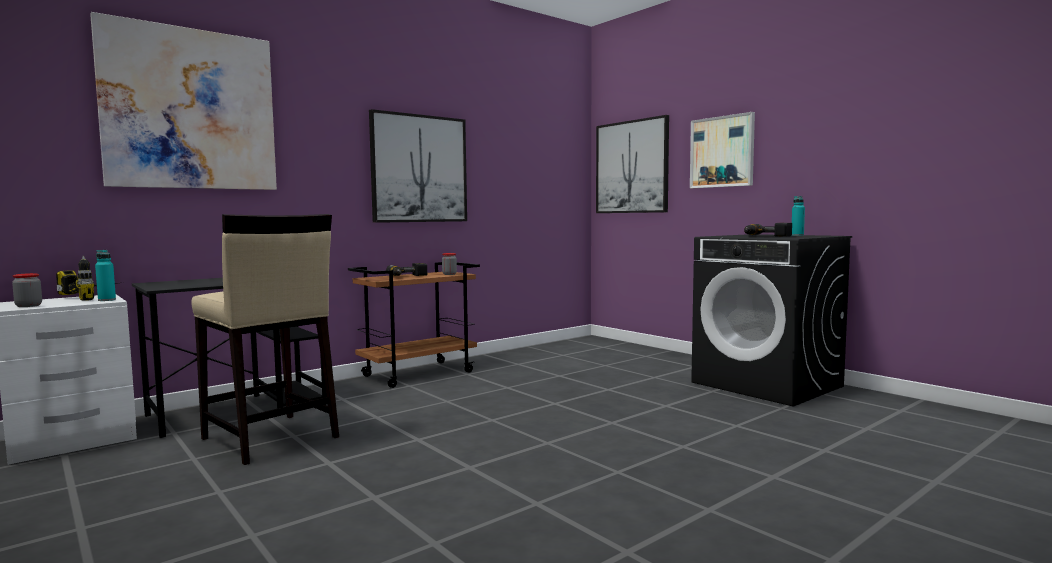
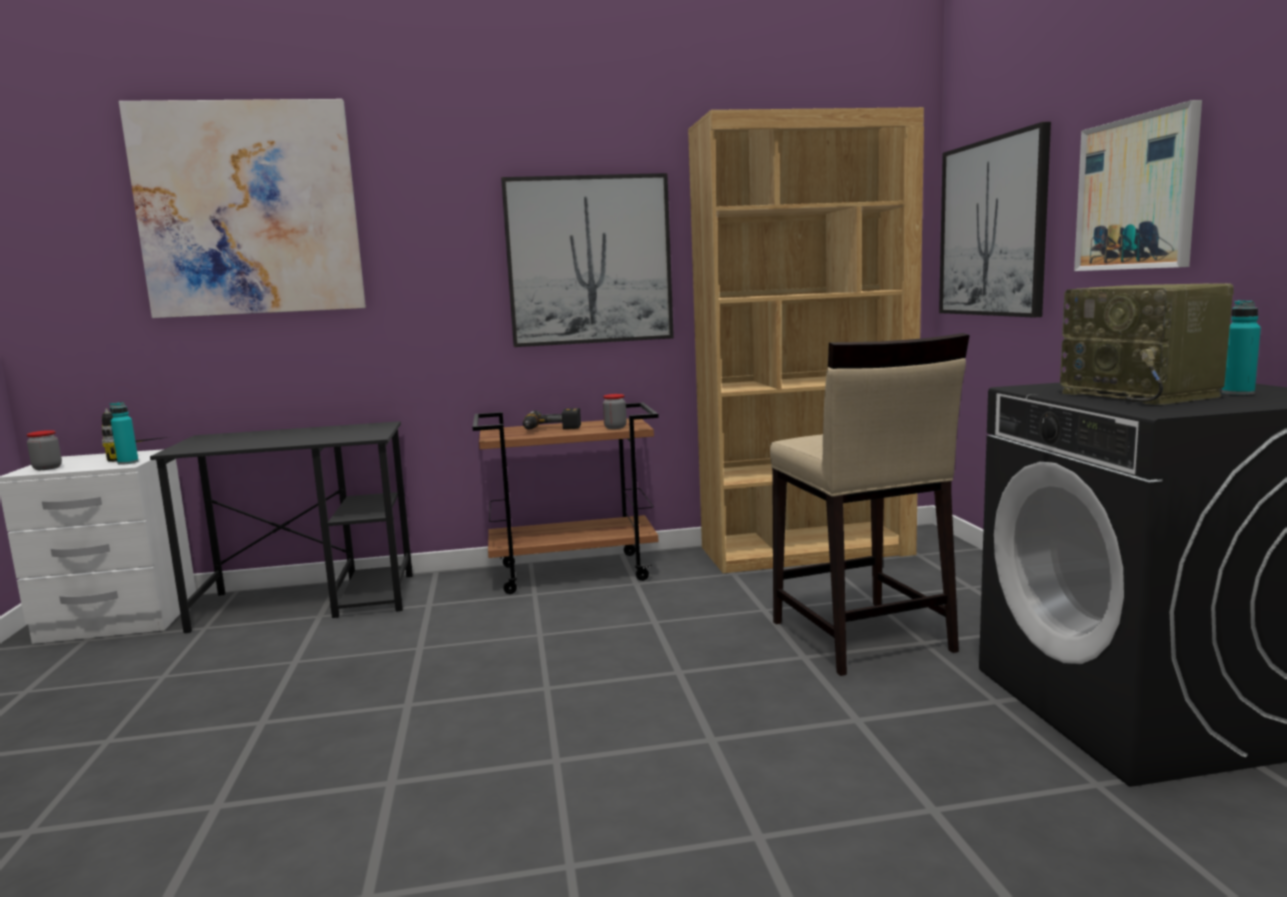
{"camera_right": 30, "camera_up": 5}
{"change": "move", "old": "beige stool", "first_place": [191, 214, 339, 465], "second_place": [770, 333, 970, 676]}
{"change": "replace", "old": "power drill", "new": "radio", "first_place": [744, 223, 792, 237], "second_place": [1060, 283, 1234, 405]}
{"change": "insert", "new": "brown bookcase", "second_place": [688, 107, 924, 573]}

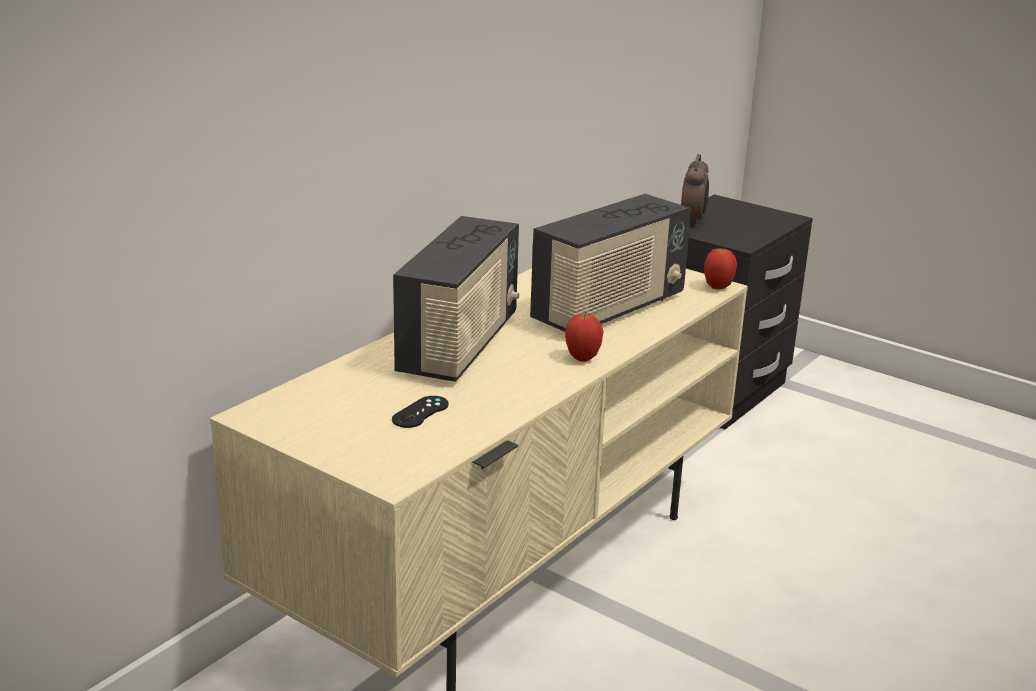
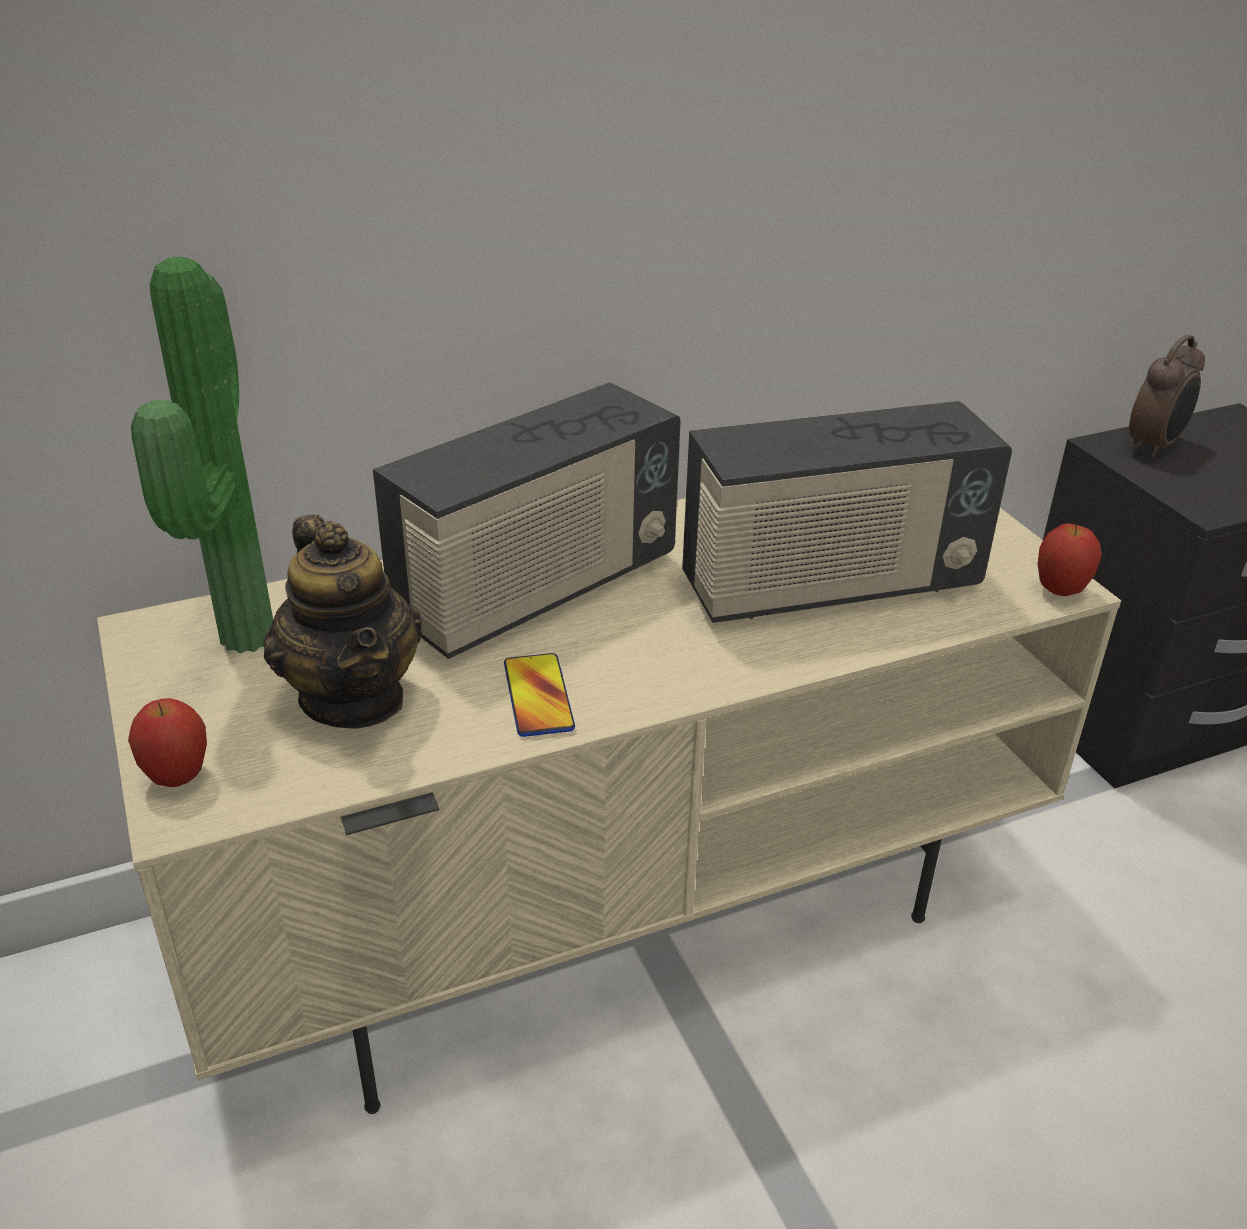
{"camera_right": 30, "camera_up": 10}
{"change": "replace", "old": "black game controller", "new": "teapot", "first_place": [392, 396, 449, 428], "second_place": [264, 514, 422, 729]}
{"change": "move", "old": "apple", "first_place": [565, 312, 604, 362], "second_place": [128, 698, 207, 787]}
{"change": "insert", "new": "potted plant", "second_place": [131, 256, 273, 653]}
{"change": "insert", "new": "phone", "second_place": [504, 653, 575, 737]}

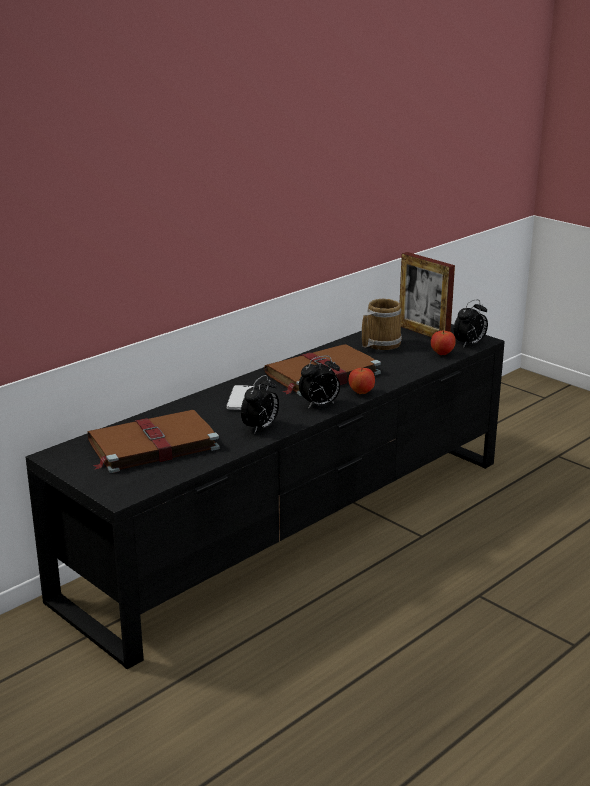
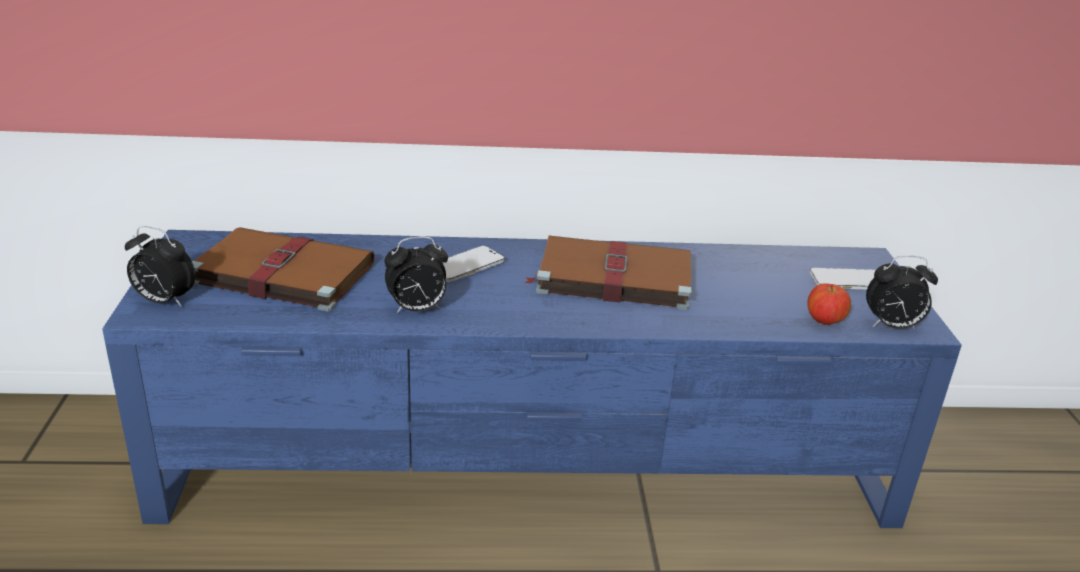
{"camera_right": 40, "camera_up": 5}
{"change": "recolor", "old": "black tv stand", "new": "blue tv stand", "first_place": [26, 324, 505, 669], "second_place": [102, 230, 962, 528]}
{"change": "move", "old": "alarm clock", "first_place": [299, 356, 340, 409], "second_place": [125, 226, 196, 307]}
{"change": "delete", "old": "apple", "first_place": [349, 368, 375, 394]}
{"change": "delete", "old": "mug", "first_place": [362, 299, 402, 350]}
{"change": "replace", "old": "picture frame", "new": "phone", "first_place": [400, 252, 455, 337], "second_place": [810, 268, 876, 289]}

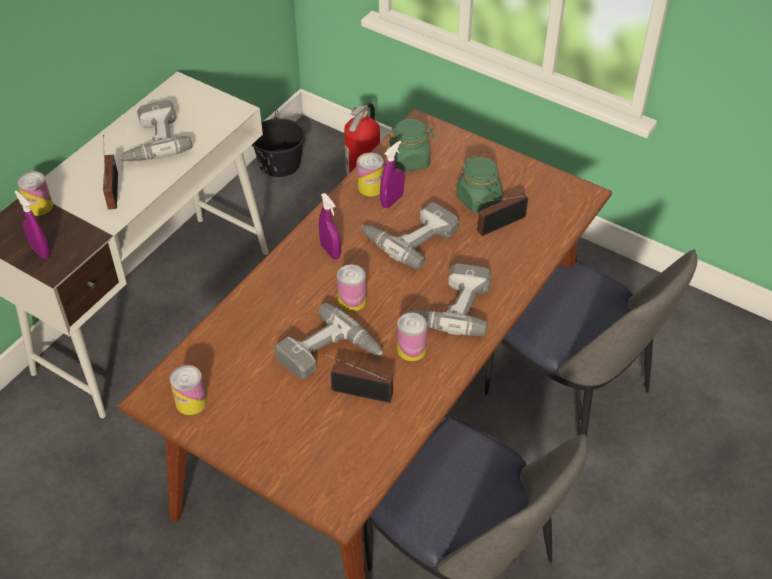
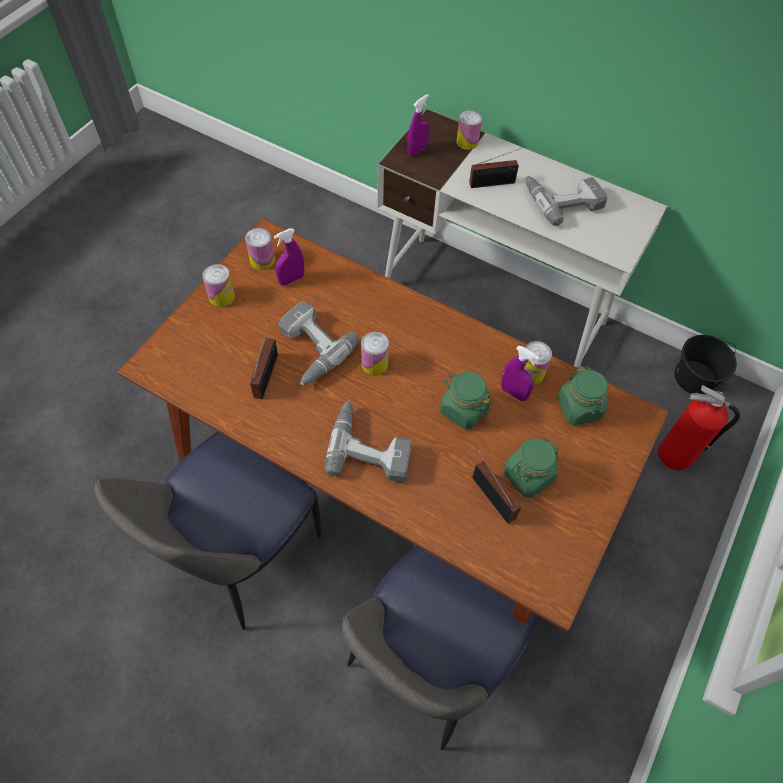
{"camera_right": 85, "camera_up": 10}
{"change": "move", "old": "purple spray bottle", "first_place": [319, 193, 341, 259], "second_place": [274, 229, 304, 285]}
{"change": "replace", "old": "power drill", "new": "green jar", "first_place": [361, 202, 459, 269], "second_place": [440, 372, 491, 430]}
{"change": "move", "old": "can", "first_place": [397, 313, 428, 361], "second_place": [202, 264, 235, 307]}

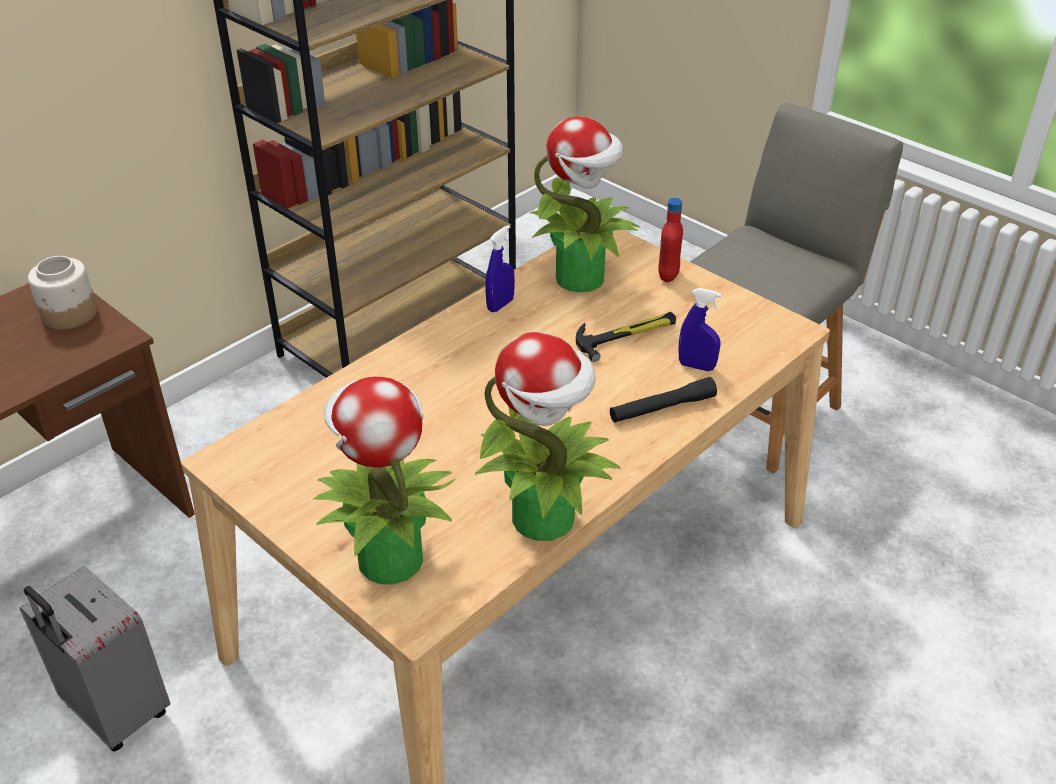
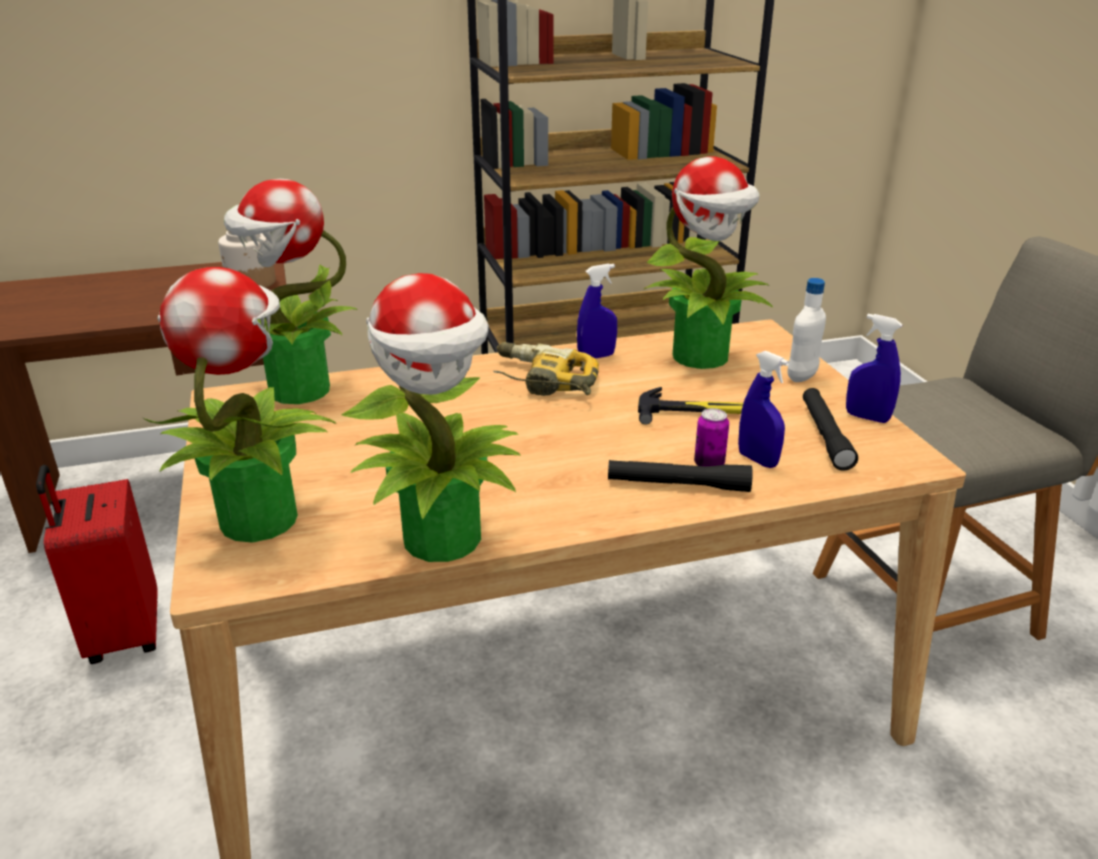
{"camera_right": 30, "camera_up": -10}
{"change": "recolor", "old": "grey suitcase", "new": "red suitcase", "first_place": [20, 566, 170, 752], "second_place": [36, 465, 158, 664]}
{"change": "recolor", "old": "red bottle", "new": "white bottle", "first_place": [659, 198, 683, 282], "second_place": [787, 278, 826, 382]}
{"change": "insert", "new": "potted plant", "second_place": [224, 179, 358, 404]}
{"change": "insert", "new": "power drill", "second_place": [493, 342, 599, 396]}
{"change": "insert", "new": "can", "second_place": [694, 408, 729, 466]}
{"change": "insert", "new": "black flashlight", "second_place": [803, 388, 858, 471]}
{"change": "insert", "new": "blue spray bottle", "second_place": [846, 314, 902, 423]}

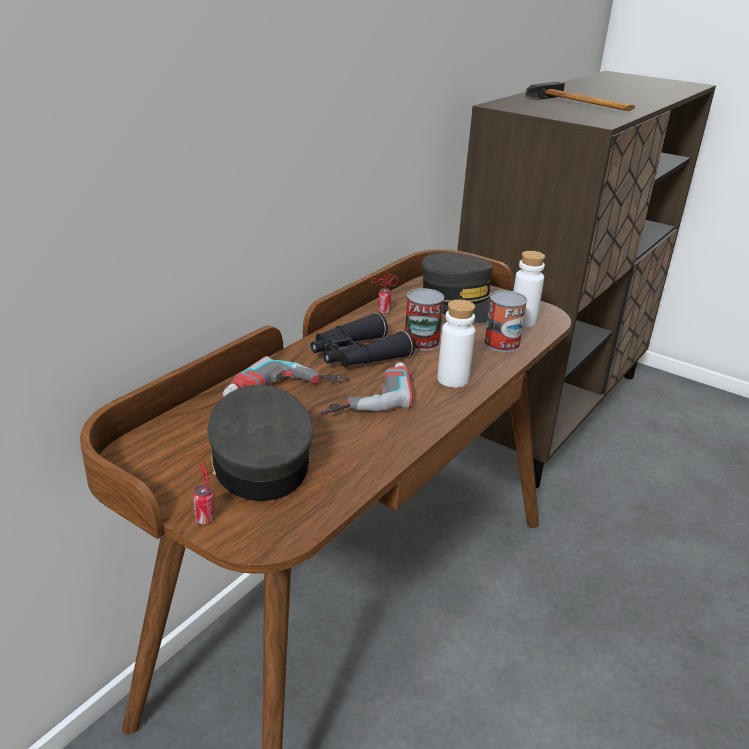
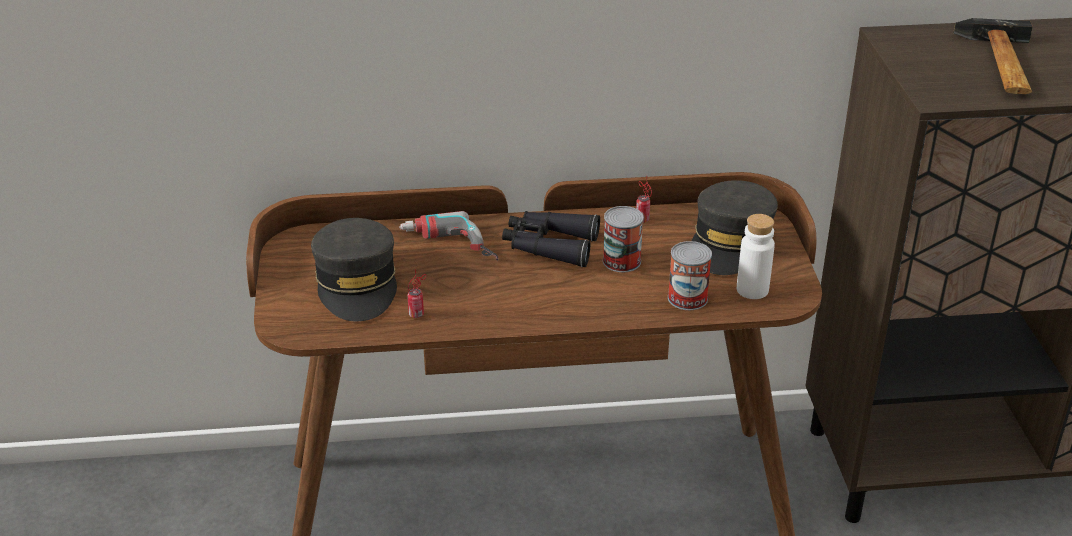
{"camera_right": 50, "camera_up": 5}
{"change": "move", "old": "can", "first_place": [193, 459, 215, 524], "second_place": [407, 269, 426, 318]}
{"change": "rotate", "old": "grey cap", "first_place": [208, 385, 313, 501], "second_place": [311, 218, 397, 321], "degrees": 135}
{"change": "delete", "old": "power drill", "first_place": [320, 362, 413, 414]}
{"change": "delete", "old": "white bottle", "first_place": [437, 299, 475, 388]}

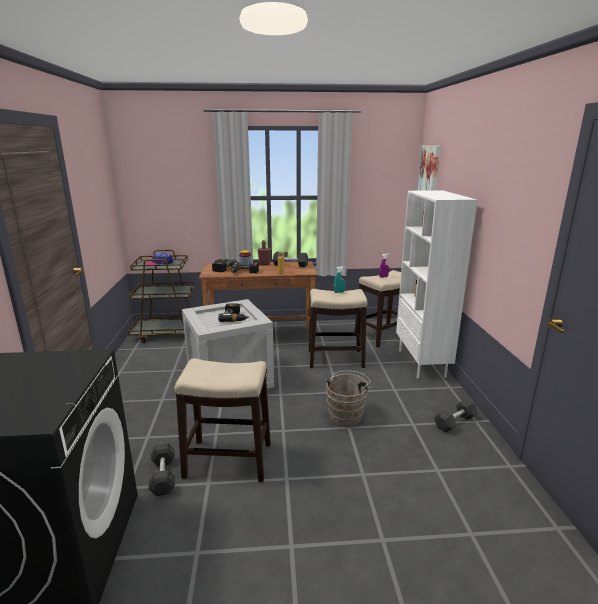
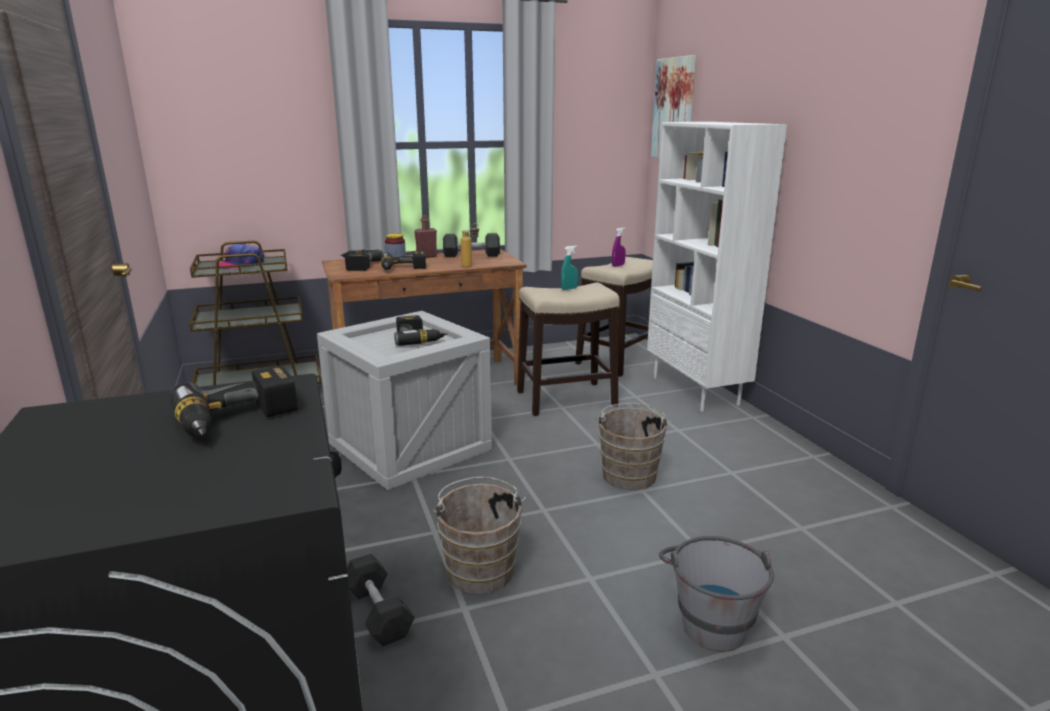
{"camera_right": -15, "camera_up": 0}
{"change": "replace", "old": "stool", "new": "brown bucket", "first_place": [174, 358, 271, 482], "second_place": [432, 477, 526, 594]}
{"change": "delete", "old": "grey dumbbell", "first_place": [434, 398, 478, 433]}
{"change": "insert", "new": "power drill", "second_place": [170, 365, 298, 436]}
{"change": "insert", "new": "grey bucket", "second_place": [659, 536, 774, 652]}

